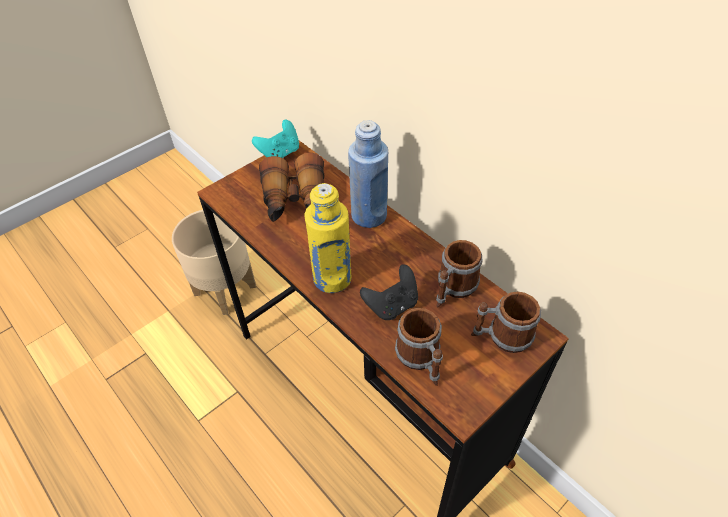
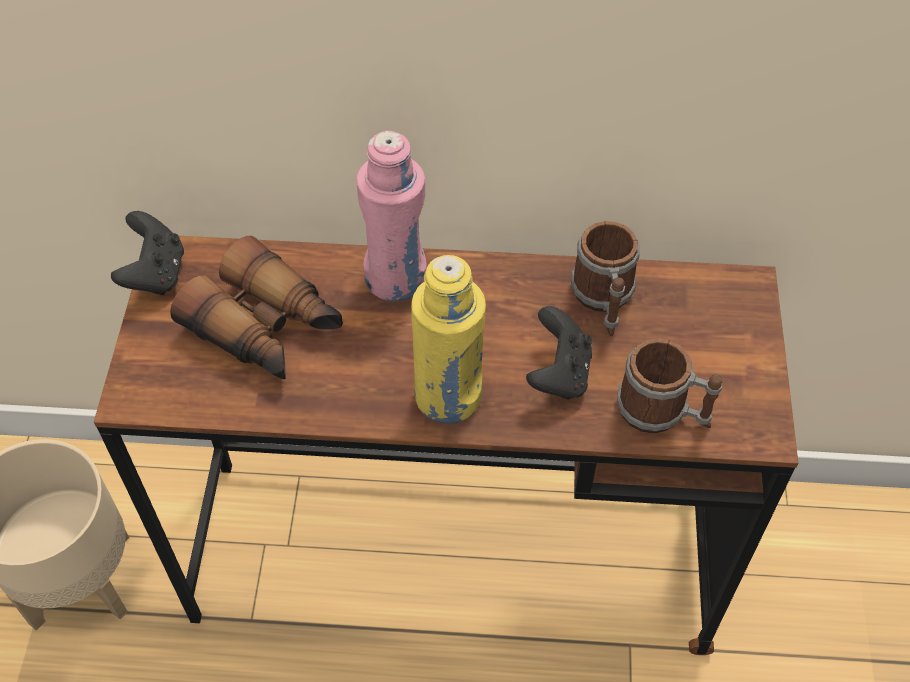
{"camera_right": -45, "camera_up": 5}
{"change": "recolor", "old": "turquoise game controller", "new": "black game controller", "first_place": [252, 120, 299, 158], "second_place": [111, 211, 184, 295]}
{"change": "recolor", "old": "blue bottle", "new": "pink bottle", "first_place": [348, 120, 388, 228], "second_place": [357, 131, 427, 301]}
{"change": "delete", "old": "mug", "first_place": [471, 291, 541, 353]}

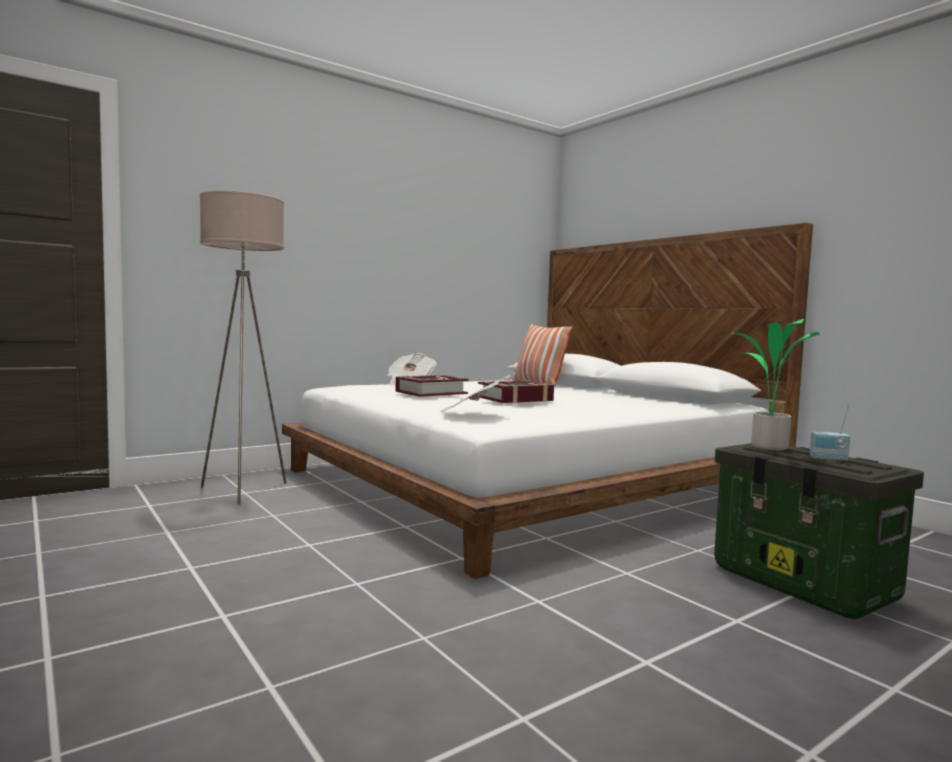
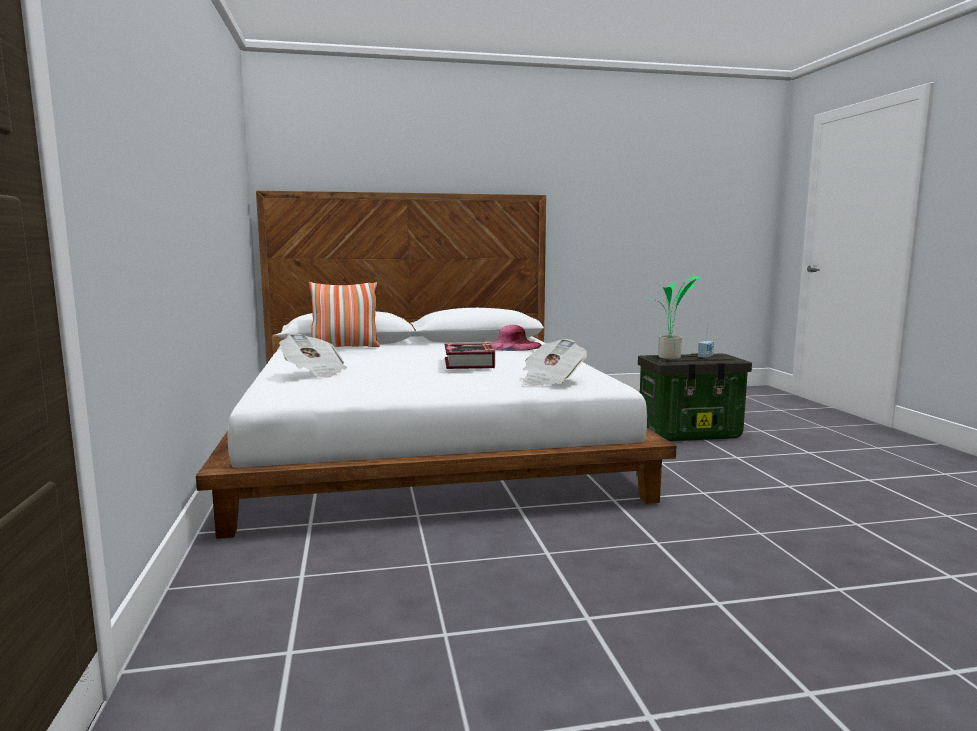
{"camera_right": -65, "camera_up": 5}
{"change": "delete", "old": "beige floor lamp", "first_place": [200, 190, 287, 505]}
{"change": "delete", "old": "book", "first_place": [395, 374, 468, 397]}
{"change": "insert", "new": "pink hat", "second_place": [486, 325, 541, 351]}

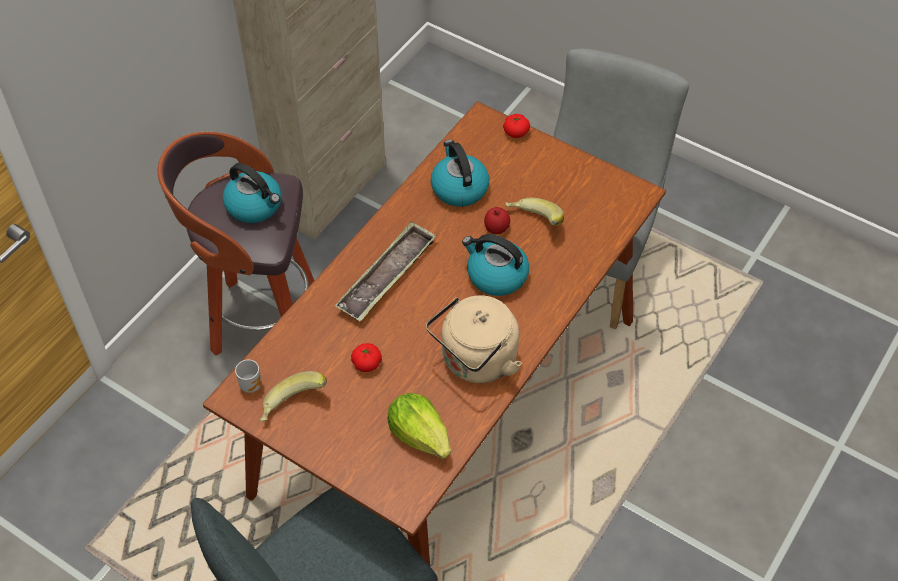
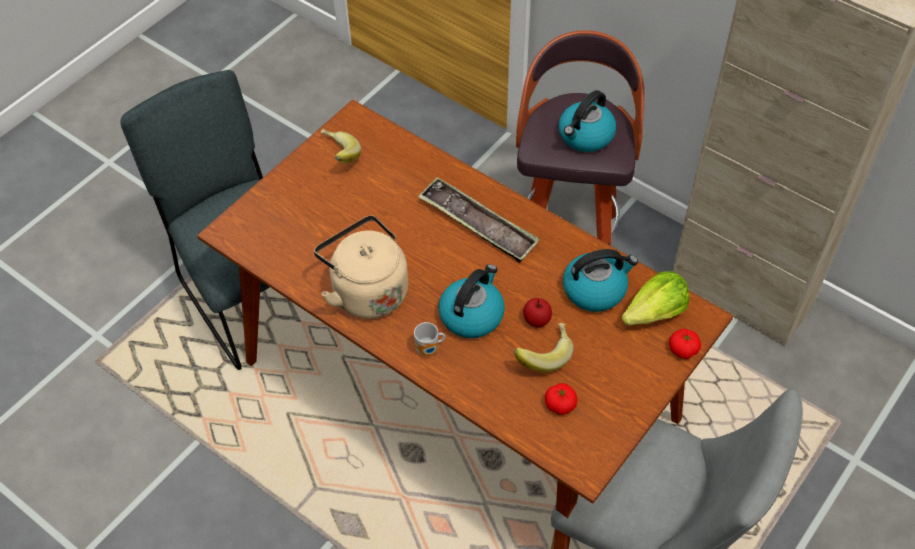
{"camera_right": 95, "camera_up": 0}
{"change": "move", "old": "mug", "first_place": [235, 360, 262, 393], "second_place": [414, 322, 445, 356]}
{"change": "move", "old": "tomato", "first_place": [351, 343, 382, 372], "second_place": [545, 383, 577, 415]}
{"change": "move", "old": "lettuce", "first_place": [387, 393, 451, 459], "second_place": [621, 271, 689, 325]}

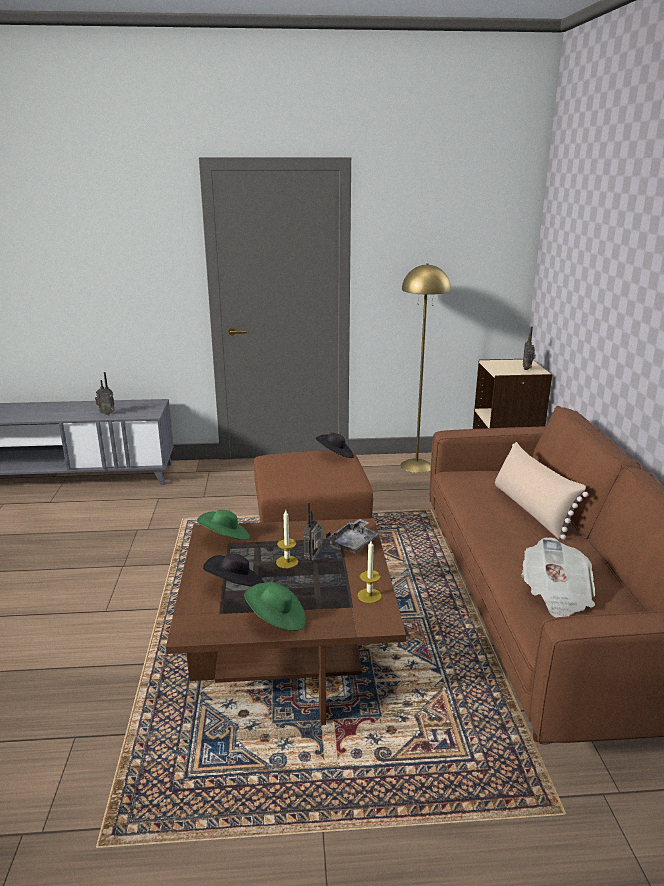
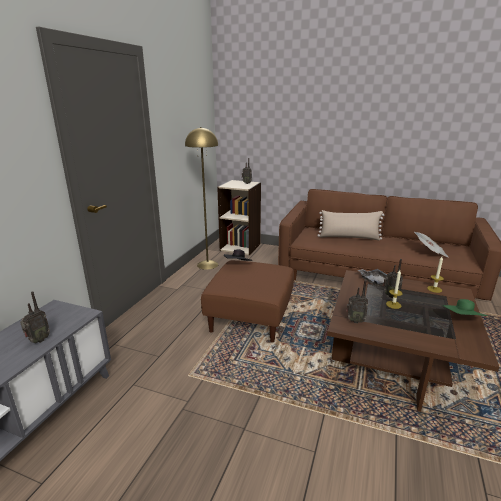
{"camera_right": -65, "camera_up": 0}
{"change": "replace", "old": "green hat", "new": "radio", "first_place": [197, 510, 251, 540], "second_place": [346, 280, 368, 323]}
{"change": "delete", "old": "black hat", "first_place": [203, 554, 264, 587]}

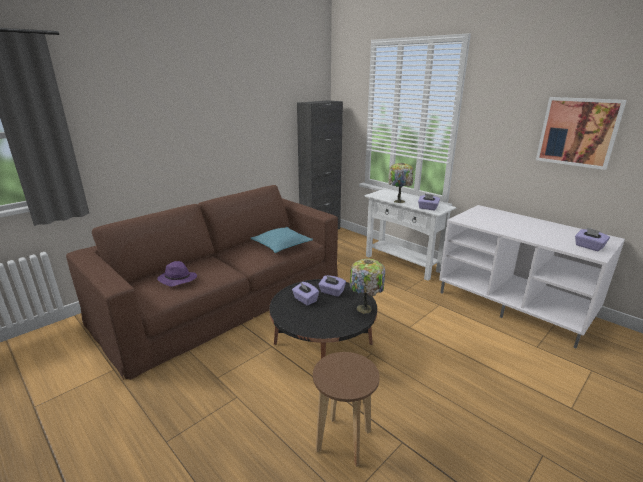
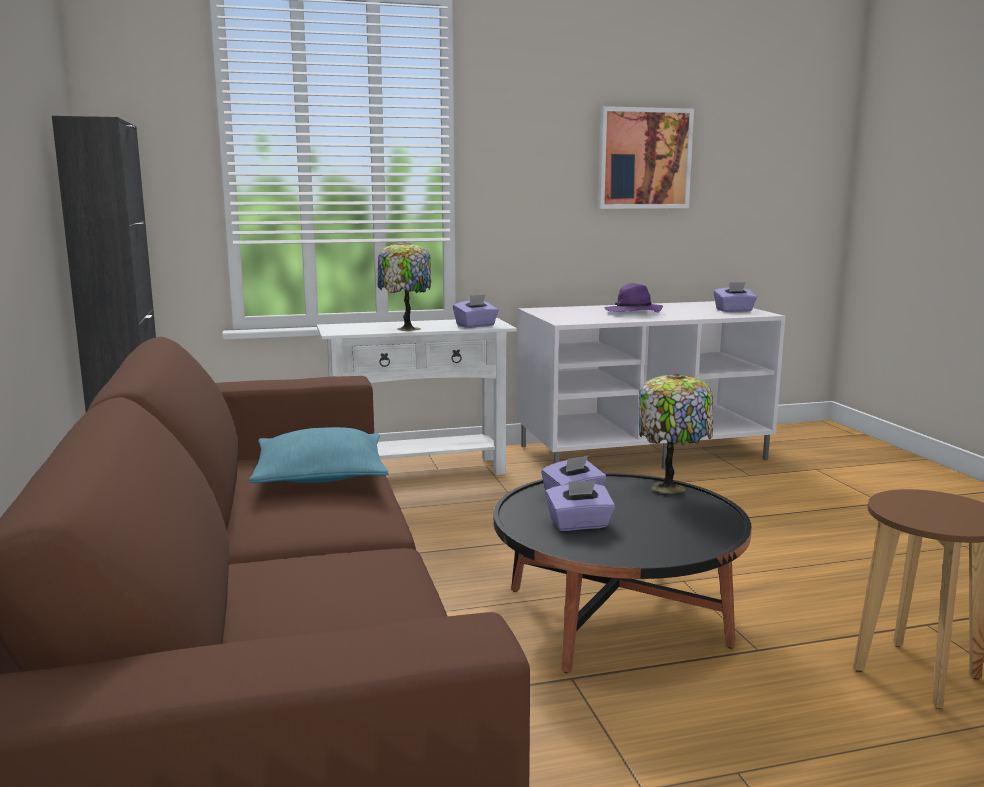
{"camera_right": -60, "camera_up": -10}
{"change": "move", "old": "purple hat", "first_place": [157, 261, 197, 287], "second_place": [605, 283, 663, 313]}

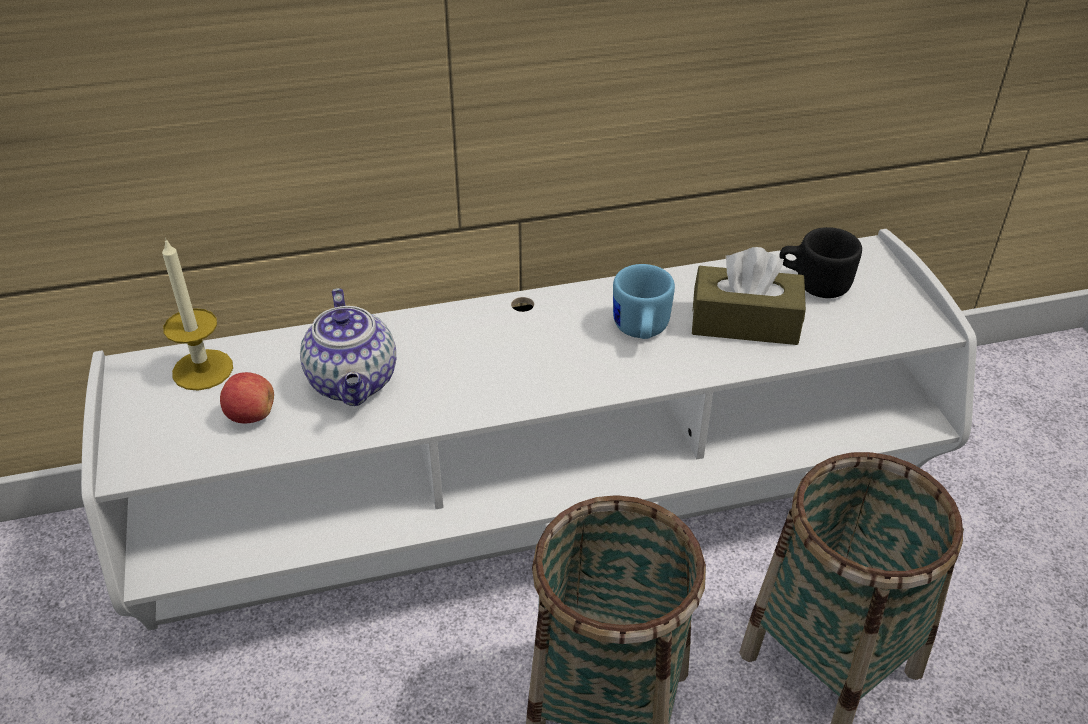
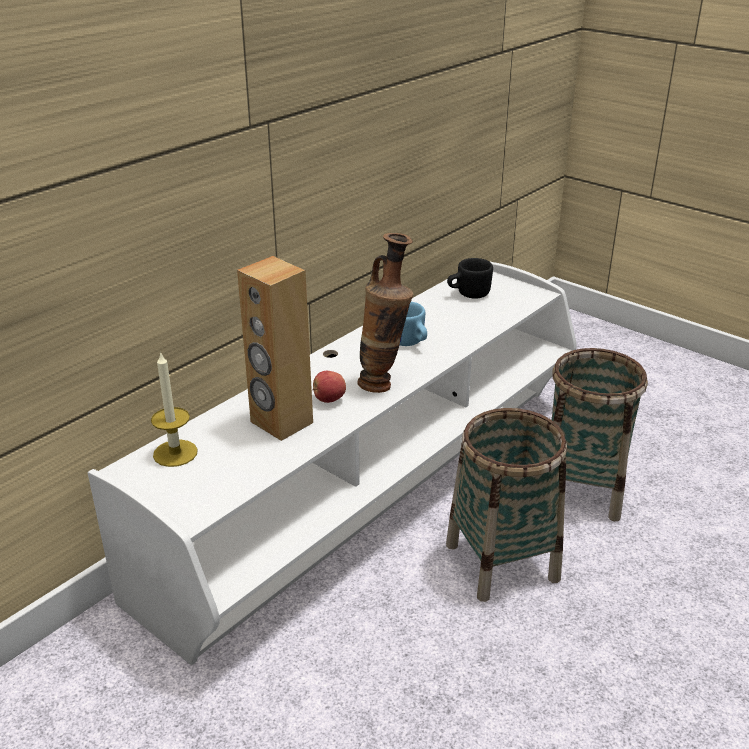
{"camera_right": -35, "camera_up": -10}
{"change": "move", "old": "apple", "first_place": [220, 372, 274, 423], "second_place": [312, 371, 346, 403]}
{"change": "replace", "old": "teapot", "new": "brown speaker", "first_place": [300, 288, 396, 406], "second_place": [237, 256, 313, 441]}
{"change": "delete", "old": "brown tissue box", "first_place": [692, 247, 806, 345]}
{"change": "insert", "new": "vase", "second_place": [357, 233, 413, 393]}

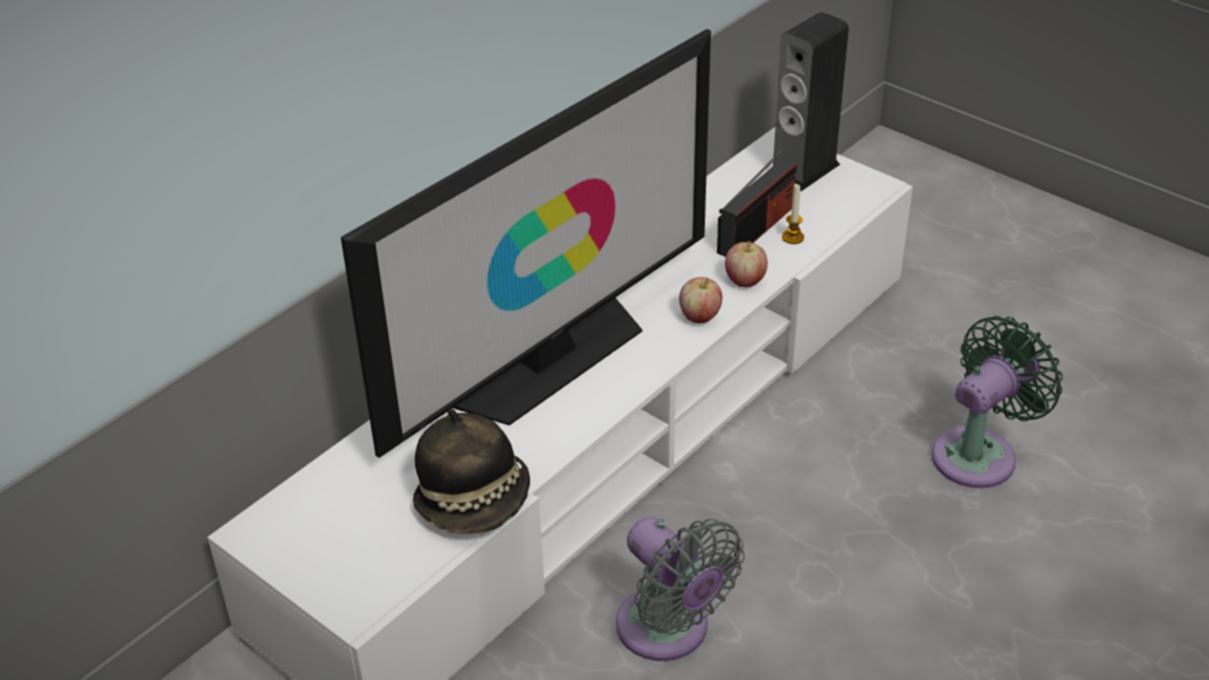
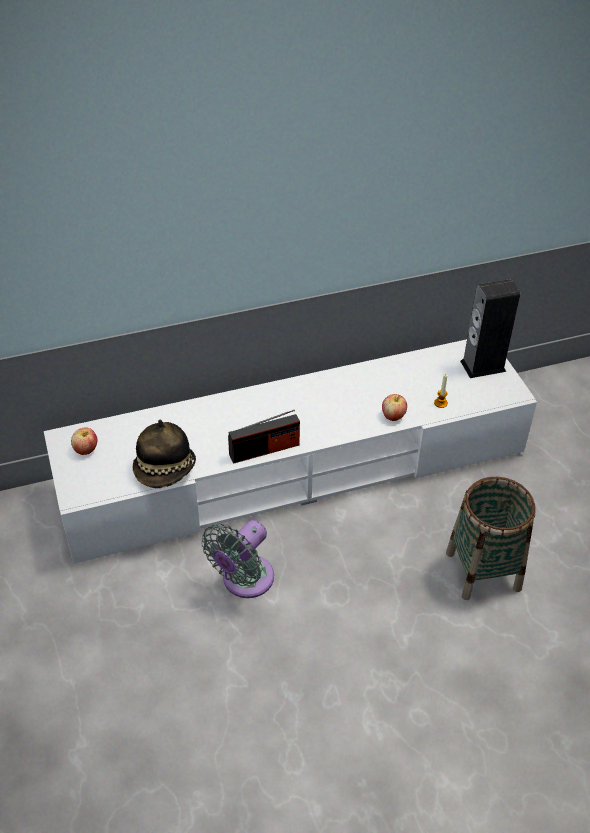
{"camera_right": 30, "camera_up": 5}
{"change": "delete", "old": "television", "first_place": [341, 29, 711, 458]}
{"change": "rotate", "old": "grey fan", "first_place": [616, 517, 745, 661], "second_place": [201, 520, 274, 598], "degrees": 45}
{"change": "move", "old": "apple", "first_place": [679, 277, 722, 323], "second_place": [71, 428, 97, 455]}
{"change": "move", "old": "radio", "first_place": [717, 151, 797, 257], "second_place": [228, 410, 300, 464]}
{"change": "replace", "old": "green fan", "new": "basket", "first_place": [932, 316, 1063, 488], "second_place": [446, 477, 536, 600]}

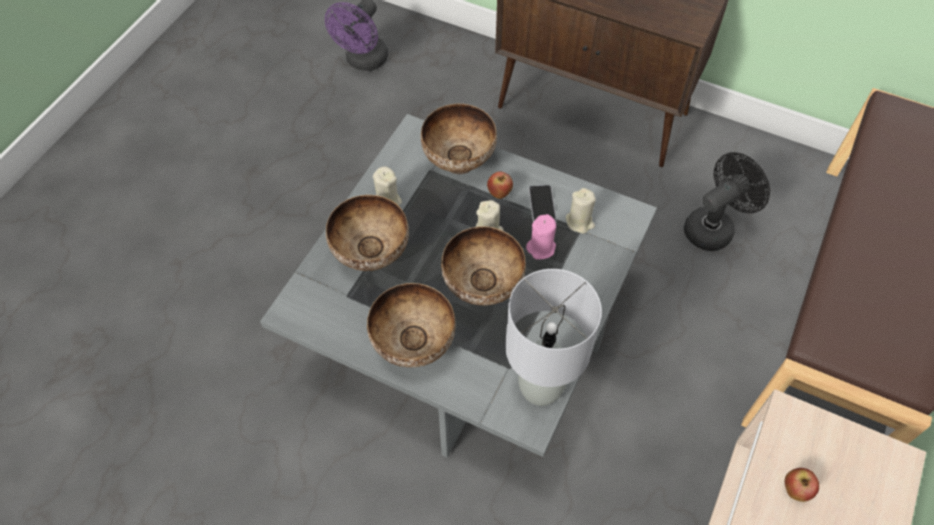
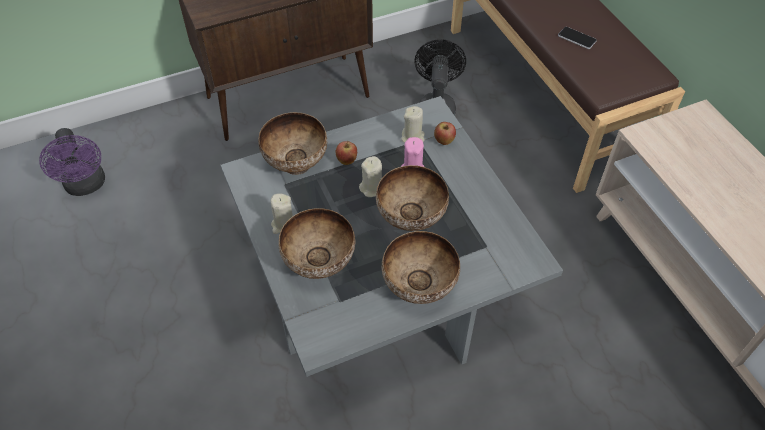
{"camera_right": -50, "camera_up": -5}
{"change": "delete", "old": "grey table lamp", "first_place": [505, 269, 602, 406]}
{"change": "move", "old": "phone", "first_place": [529, 185, 556, 222], "second_place": [558, 27, 597, 49]}
{"change": "move", "old": "apple", "first_place": [785, 468, 819, 502], "second_place": [434, 122, 456, 145]}

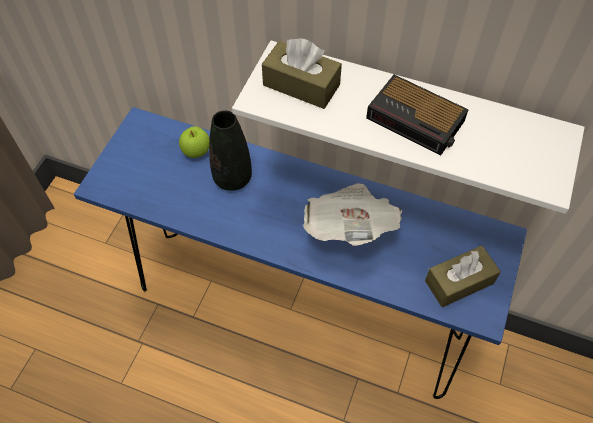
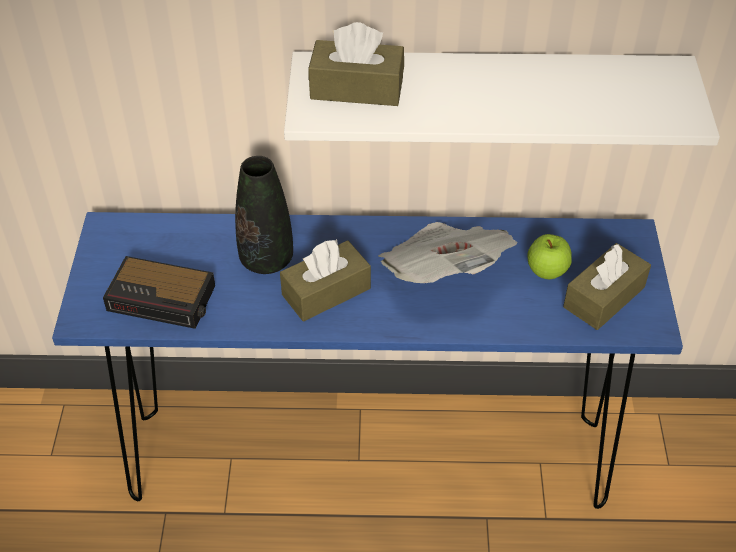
{"camera_right": -20, "camera_up": -10}
{"change": "move", "old": "apple", "first_place": [179, 126, 210, 158], "second_place": [528, 234, 572, 279]}
{"change": "move", "old": "alarm clock", "first_place": [366, 75, 469, 156], "second_place": [103, 256, 215, 329]}
{"change": "insert", "new": "brown tissue box", "second_place": [280, 239, 371, 321]}

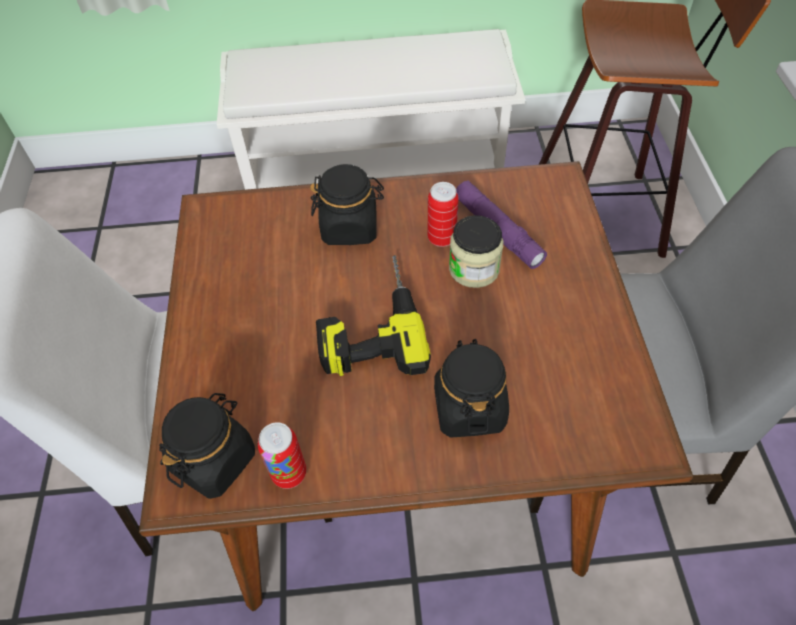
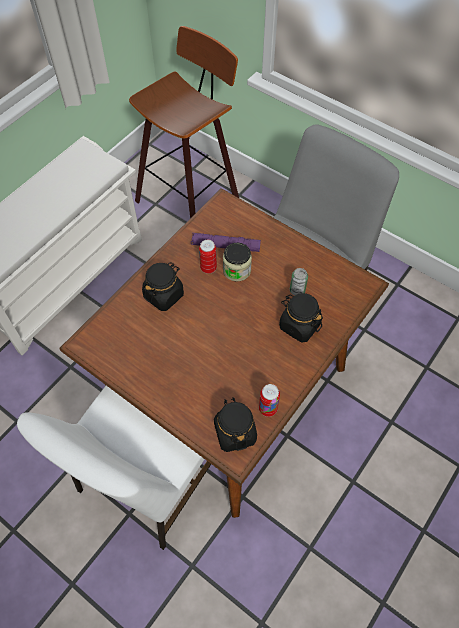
{"camera_right": -50, "camera_up": 5}
{"change": "delete", "old": "power drill", "first_place": [316, 255, 431, 376]}
{"change": "insert", "new": "can", "second_place": [290, 268, 308, 296]}

